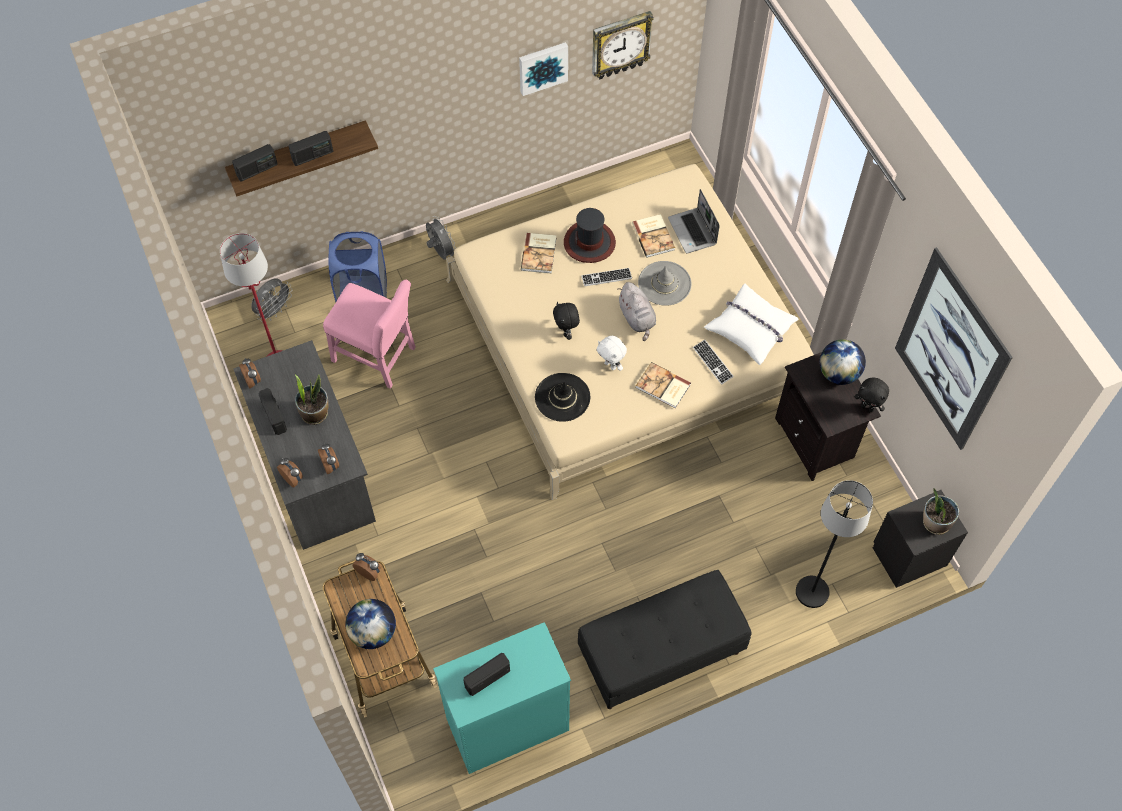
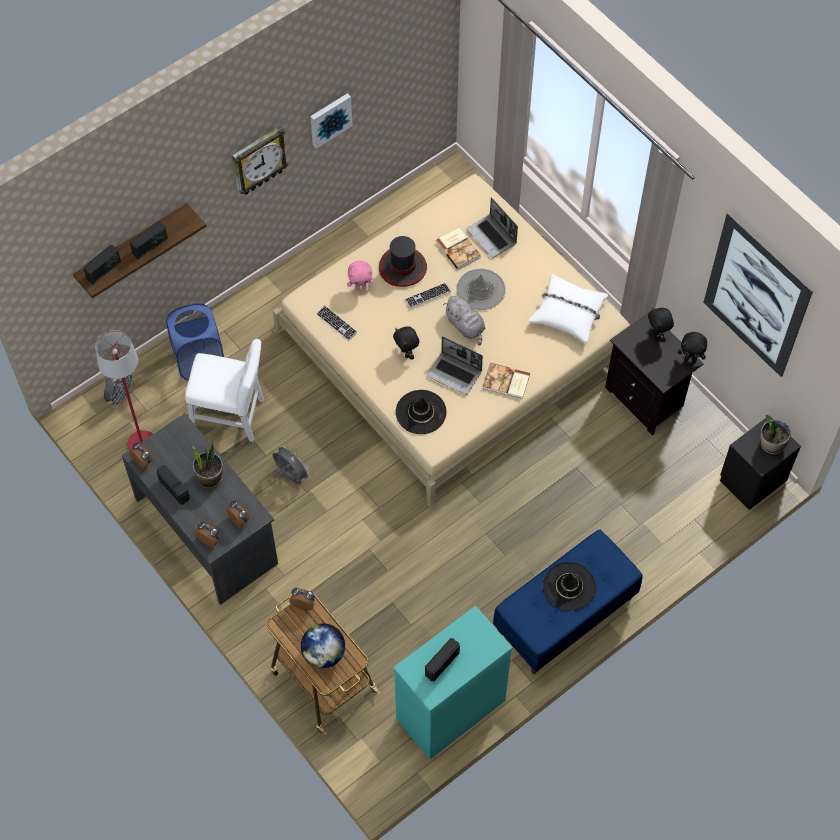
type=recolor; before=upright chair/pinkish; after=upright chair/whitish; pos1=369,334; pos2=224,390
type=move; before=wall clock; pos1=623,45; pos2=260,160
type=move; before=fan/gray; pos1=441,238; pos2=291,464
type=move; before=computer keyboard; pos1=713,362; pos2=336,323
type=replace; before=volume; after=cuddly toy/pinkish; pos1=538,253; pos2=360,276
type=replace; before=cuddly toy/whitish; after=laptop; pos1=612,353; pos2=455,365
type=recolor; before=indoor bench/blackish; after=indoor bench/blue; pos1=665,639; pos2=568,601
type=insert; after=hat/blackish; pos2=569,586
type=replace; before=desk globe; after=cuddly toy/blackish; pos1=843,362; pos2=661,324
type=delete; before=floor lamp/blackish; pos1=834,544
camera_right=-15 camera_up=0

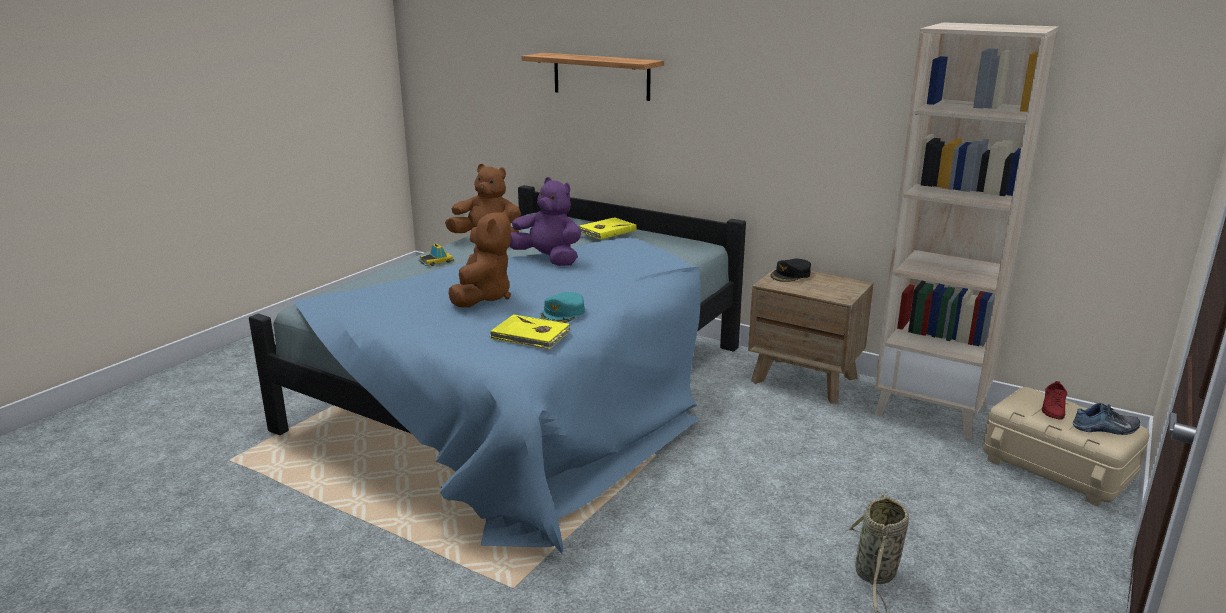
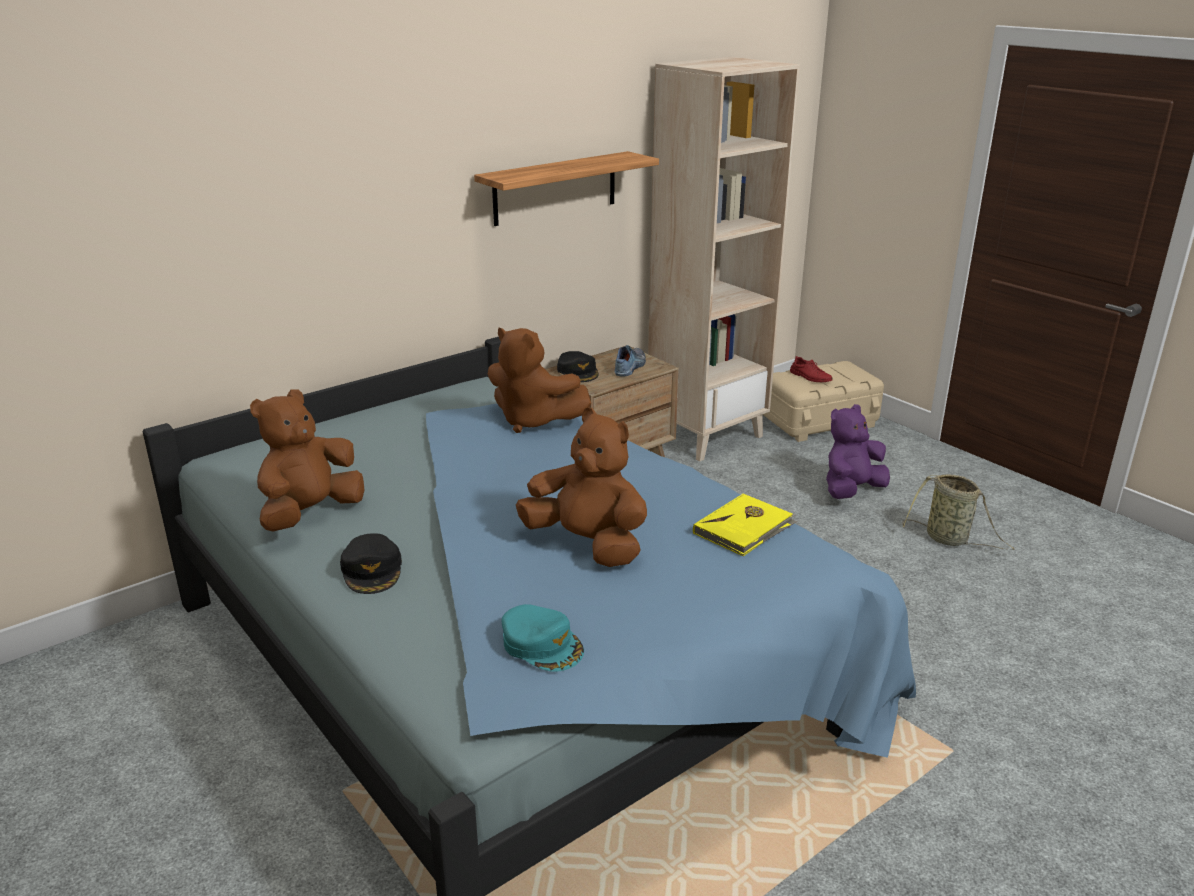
type=replace; before=model car; after=peaked cap/blackish; pos1=436,255; pos2=371,563
type=move; before=wall shelf; pos1=593,77; pos2=566,188
type=insert; after=cuddly toy/brownish; pos2=539,380
type=move; before=peaked cap/turquoise-coloured; pos1=562,307; pos2=543,638
type=move; before=item of footwear; pos1=1106,418; pos2=630,361
type=move; before=cuddly toy/purplish; pos1=545,221; pos2=858,451
type=delete; before=volume/yellow; pos1=607,228
camera_right=-70 camera_up=5

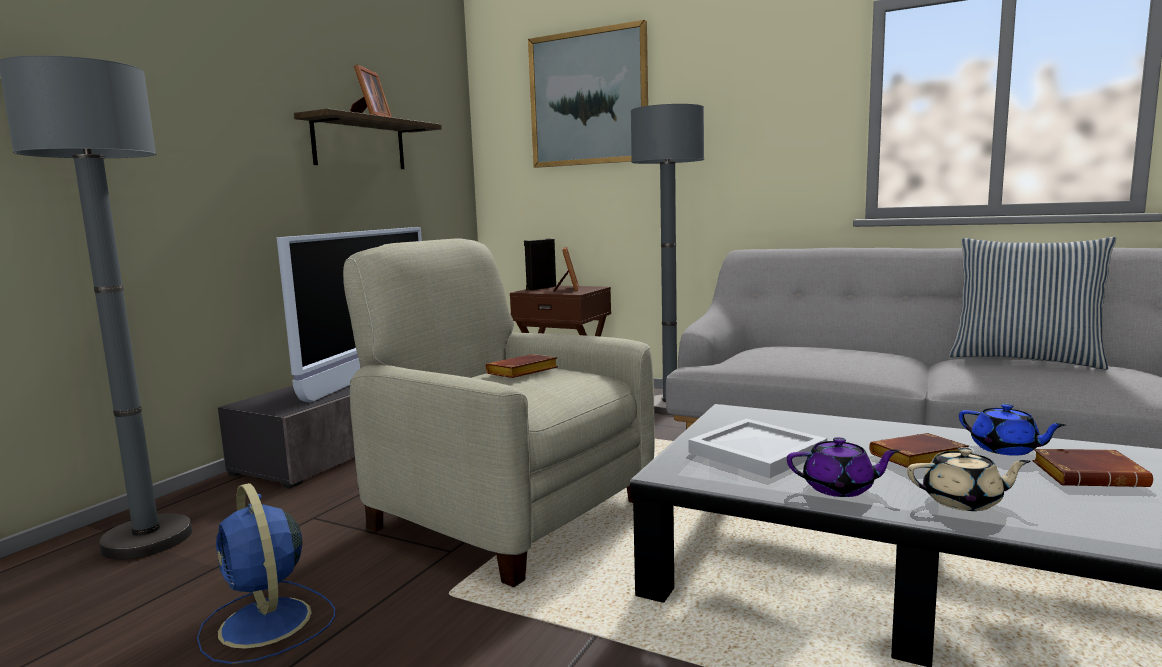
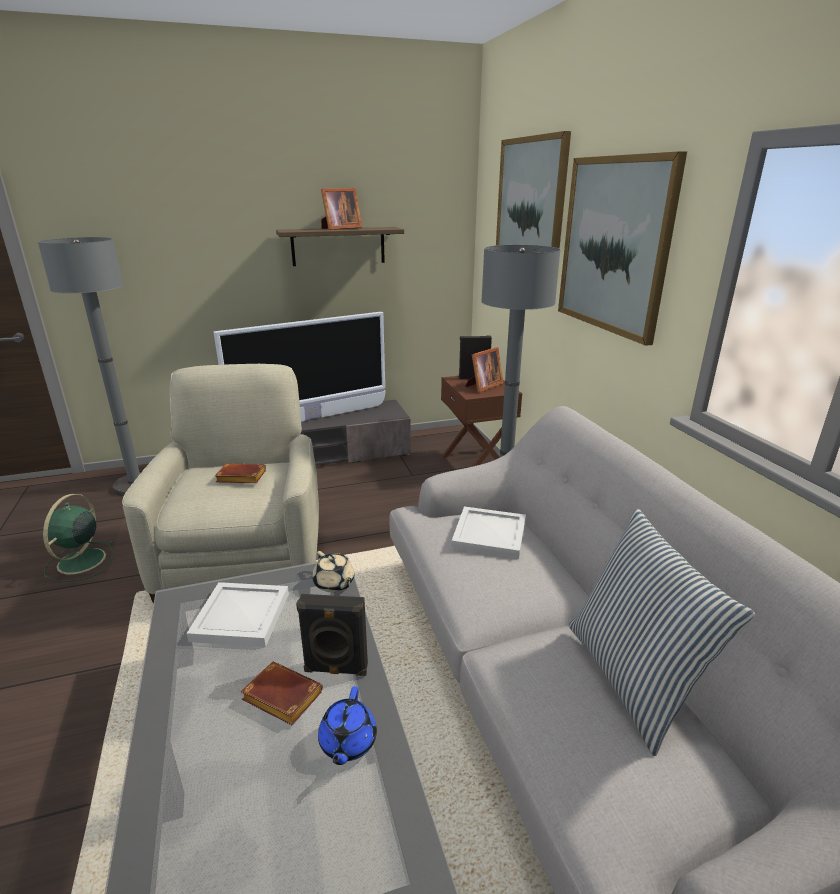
type=recolor; before=fan/blue; after=fan/green-coloured; pos1=266,573; pos2=78,538
type=insert; after=speaker/blackish; pos2=332,635
type=move; before=teapot/beige; pos1=968,479; pos2=333,571
type=insert; after=tray/whitish; pos2=488,532
type=insert; after=picture; pos2=622,248
type=delete; before=teapot/purplish; pos1=843,467
type=delete; before=volume/brownish; pos1=1092,468
camera_right=45 camera_up=15

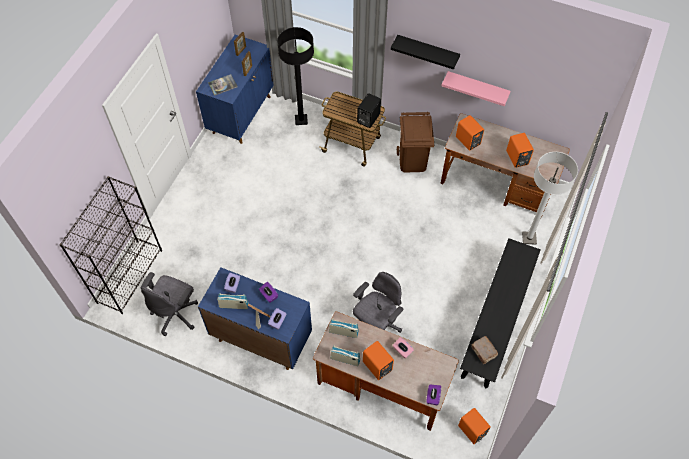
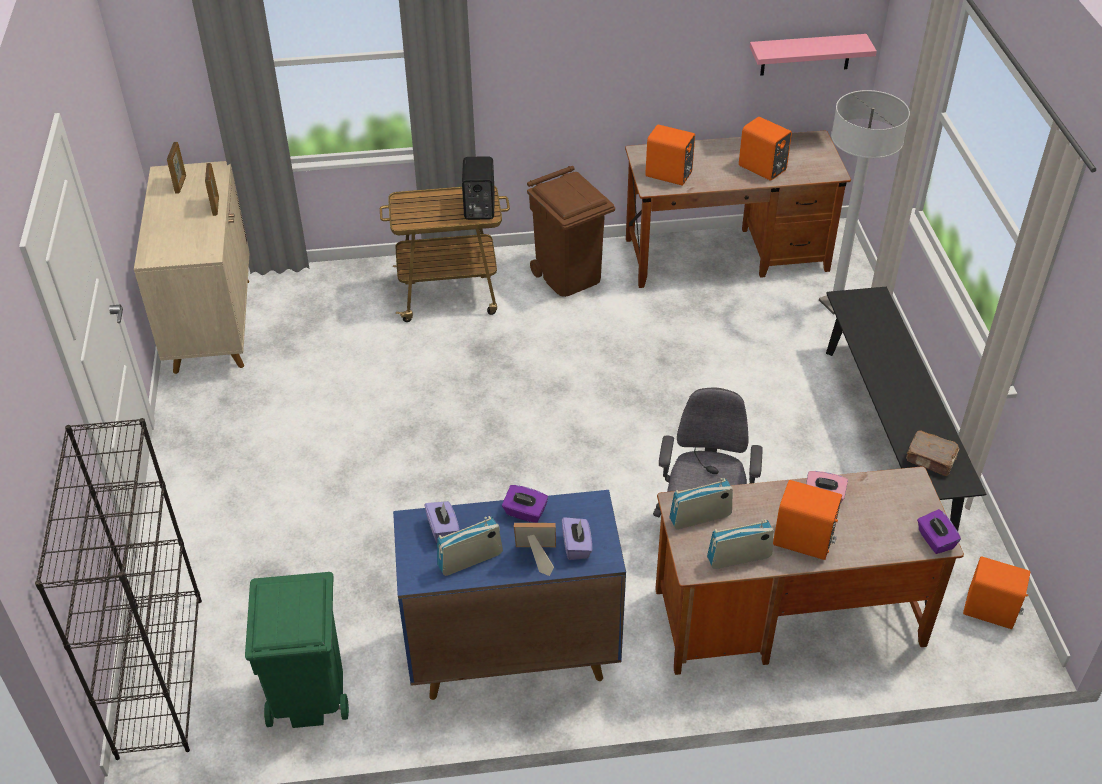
type=recolor; before=storage cabinet/blue; after=storage cabinet/beige; pos1=235,89; pos2=192,267
type=replace; before=computer chair/gray; after=trash can/green-coloured; pos1=169,304; pos2=297,650
type=move; before=wall shelf/pinkish; pos1=476,88; pos2=813,55
type=delete; before=volume; pos1=222,85
type=delete; before=floor lamp/blackish; pos1=295,76
type=delete; before=wall shelf/blackish; pos1=425,52
camera_right=-30 camera_up=-15

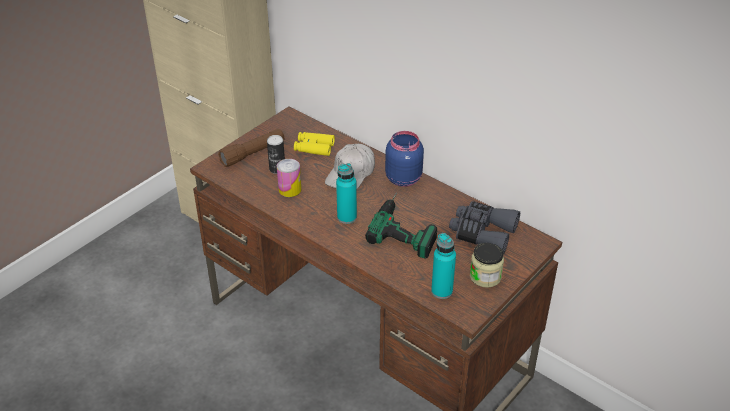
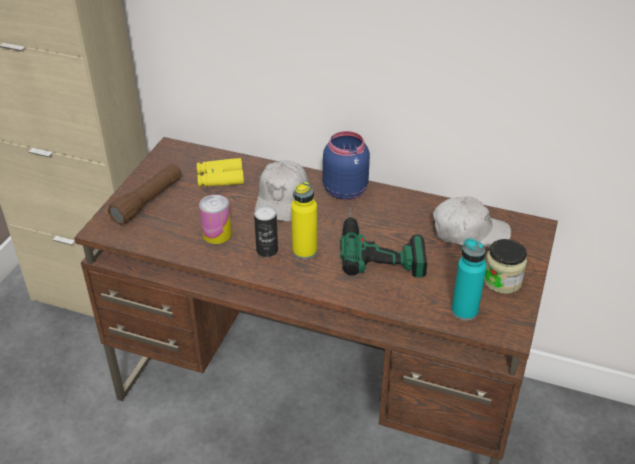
type=move; before=sealed can; pos1=276,154; pos2=266,231
type=recolor; before=bottle/turquoise-coloured; after=bottle/yellow; pos1=346,193; pos2=304,220
type=replace; before=pair of binoculars/gray; after=peaked cap/whitish; pos1=484,228; pos2=472,222
camera_right=-20 camera_up=0

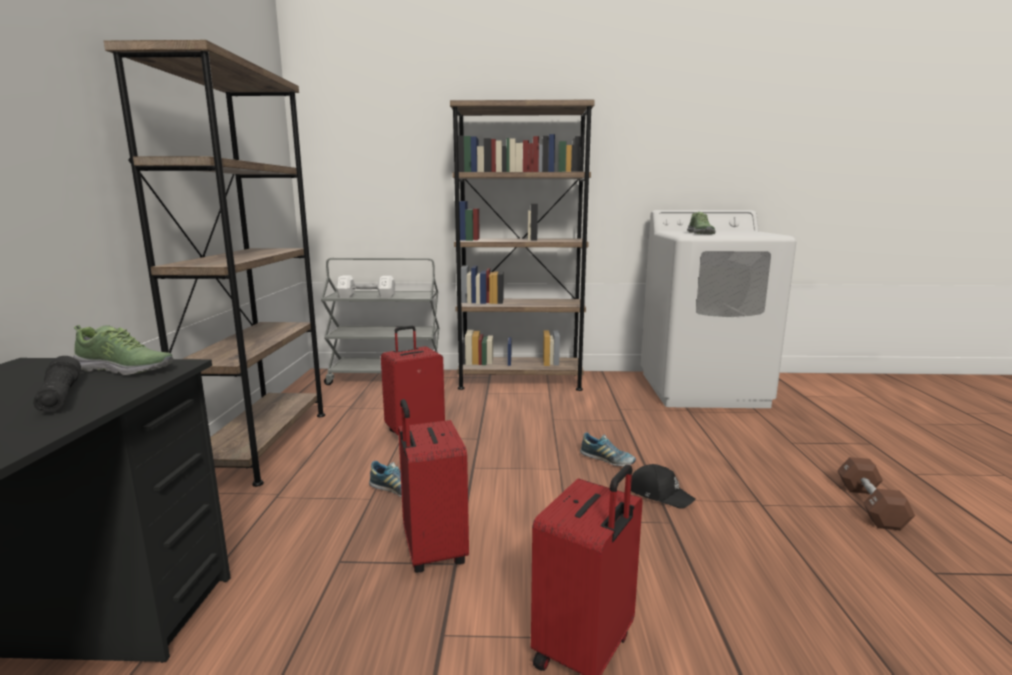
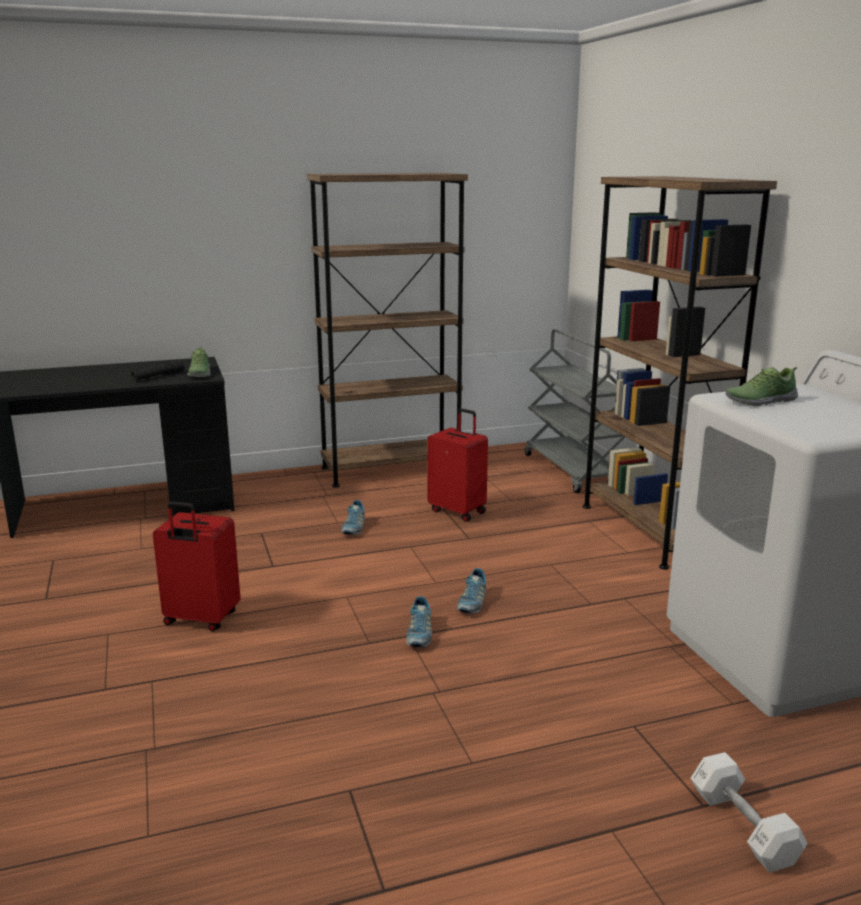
type=replace; before=peaked cap/blackish; after=item of footwear; pos1=663,486; pos2=419,621
type=move; before=dumbbell/whitish; pos1=365,287; pos2=748,812
type=delete; before=travel case/reddish; pos1=433,486
type=delete; before=dumbbell/brownish; pos1=876,493
camera_right=70 camera_up=5

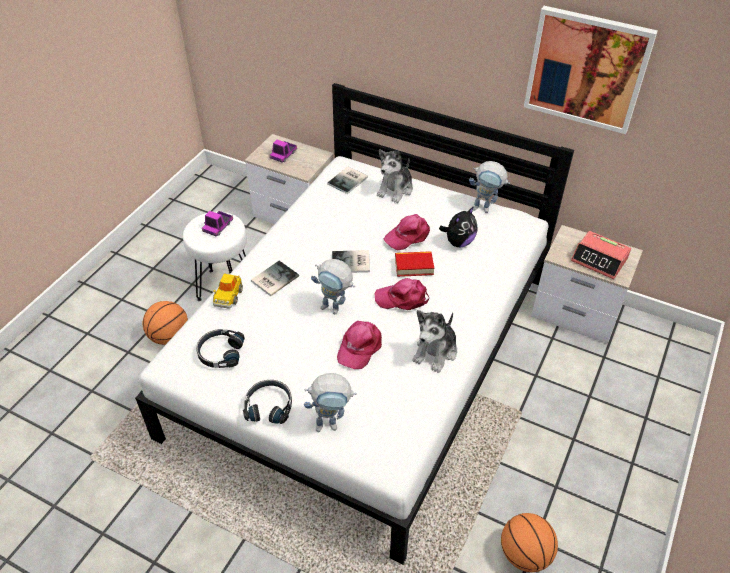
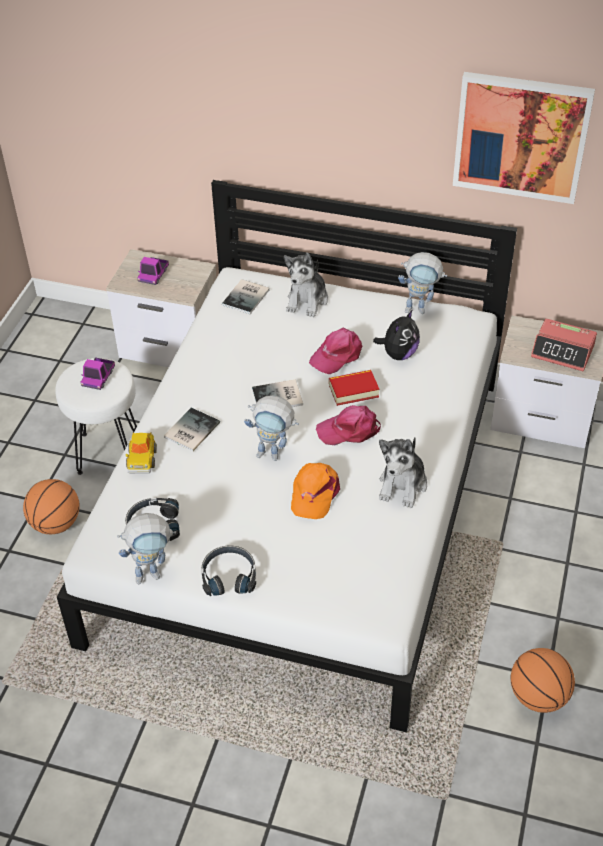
type=move; before=toy robot; pos1=330,402; pos2=146,548
type=recolor; before=peaked cap/pinkish; after=peaked cap/orangey; pos1=359,345; pos2=315,491
camera_right=-10 camera_up=0

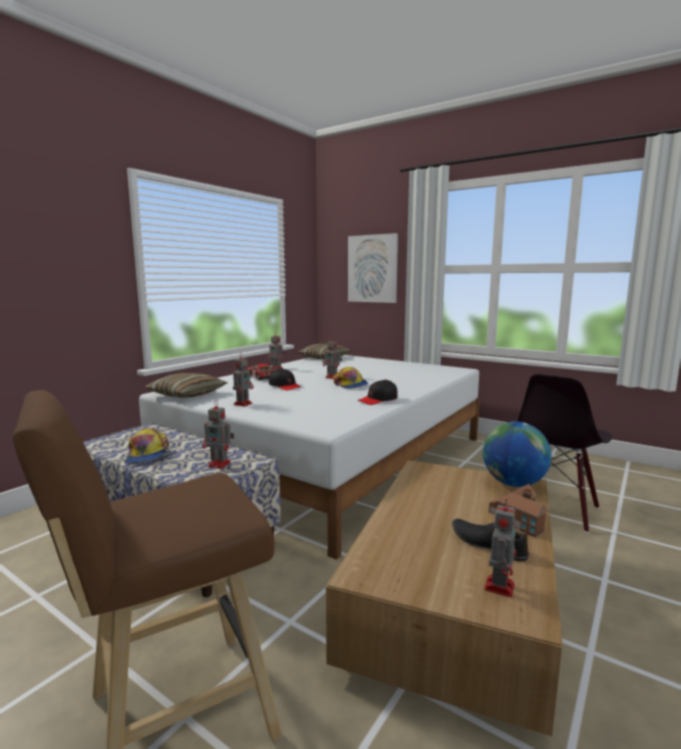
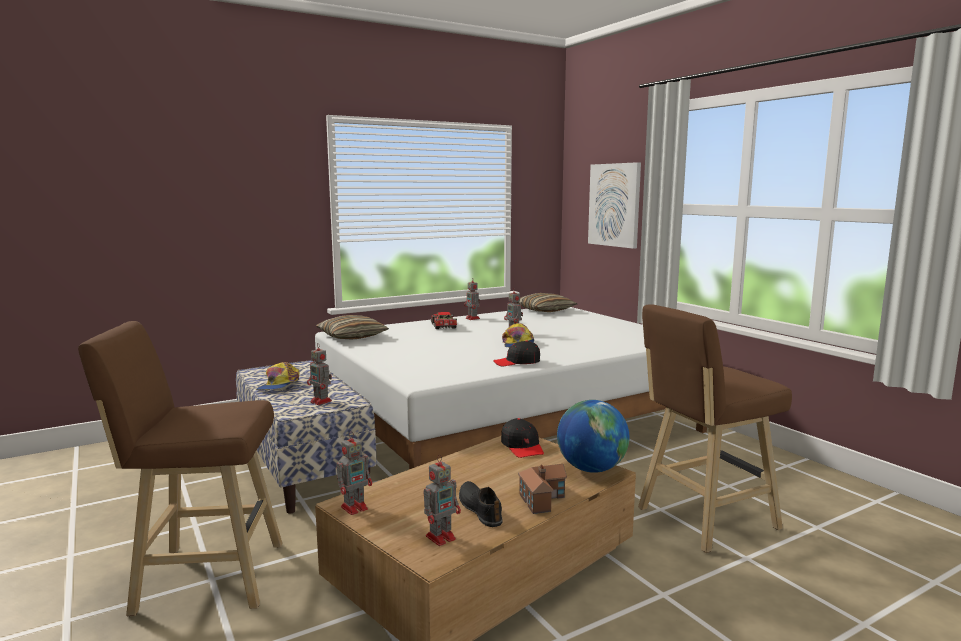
type=move; before=toy robot; pos1=243,380; pos2=354,473
type=move; before=peaked cap/blackish; pos1=285,379; pos2=522,438
type=replace; before=upright chair/blackish; after=stool/brownish; pos1=565,453; pos2=715,429
camera_right=25 camera_up=0

